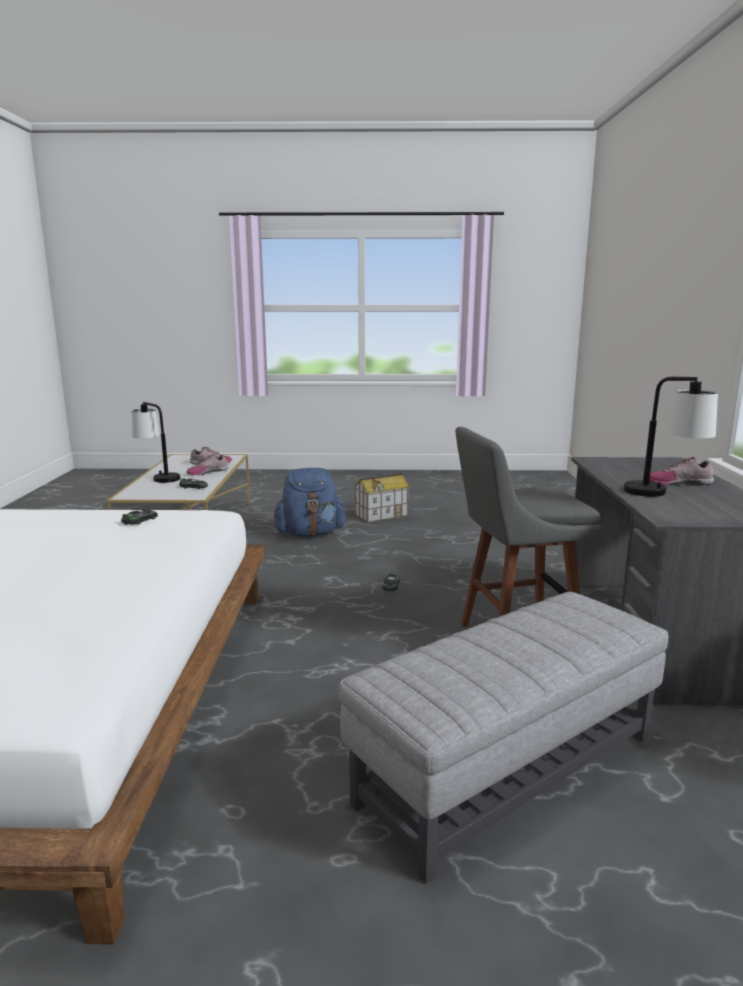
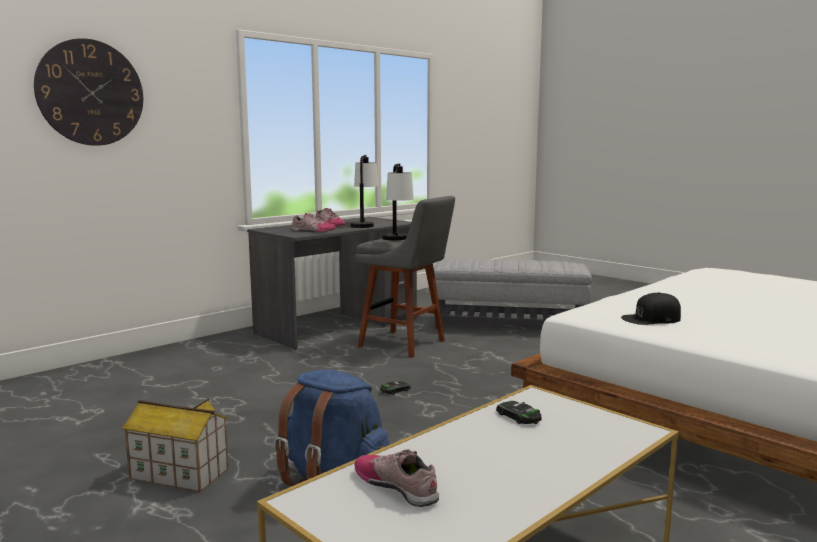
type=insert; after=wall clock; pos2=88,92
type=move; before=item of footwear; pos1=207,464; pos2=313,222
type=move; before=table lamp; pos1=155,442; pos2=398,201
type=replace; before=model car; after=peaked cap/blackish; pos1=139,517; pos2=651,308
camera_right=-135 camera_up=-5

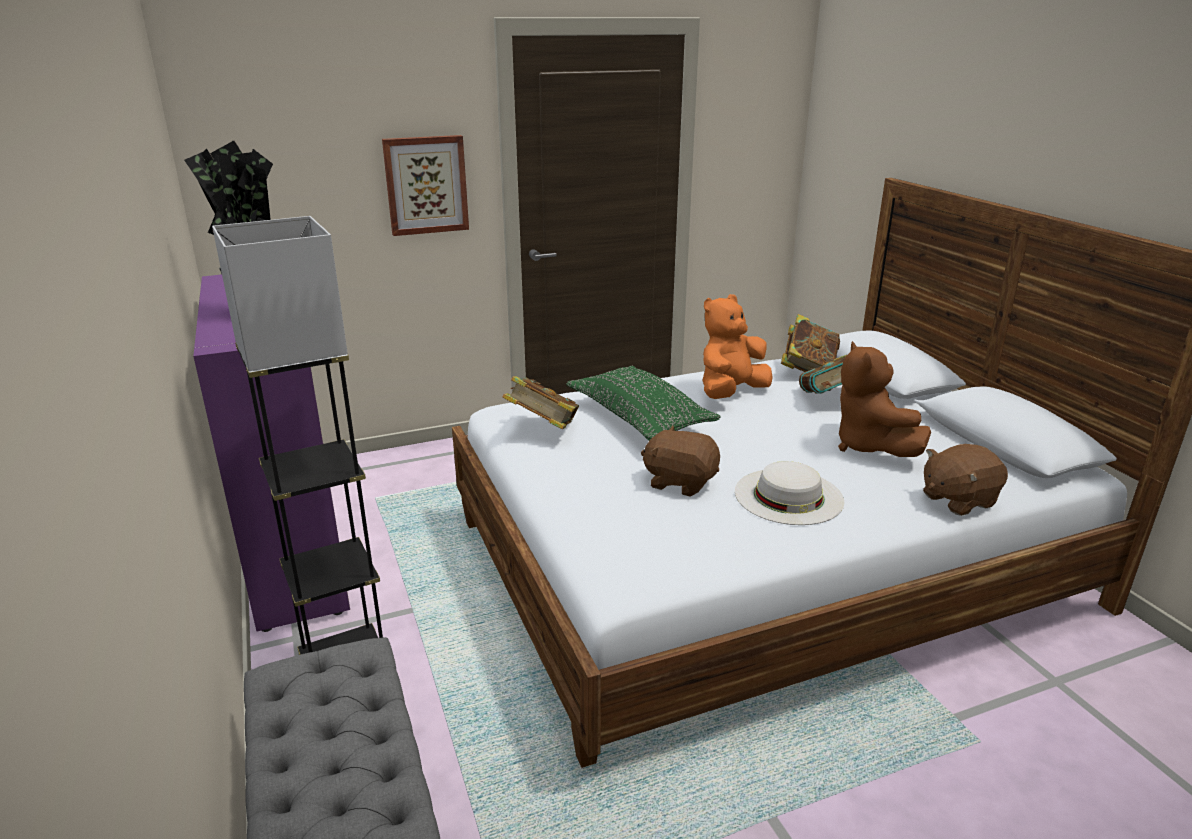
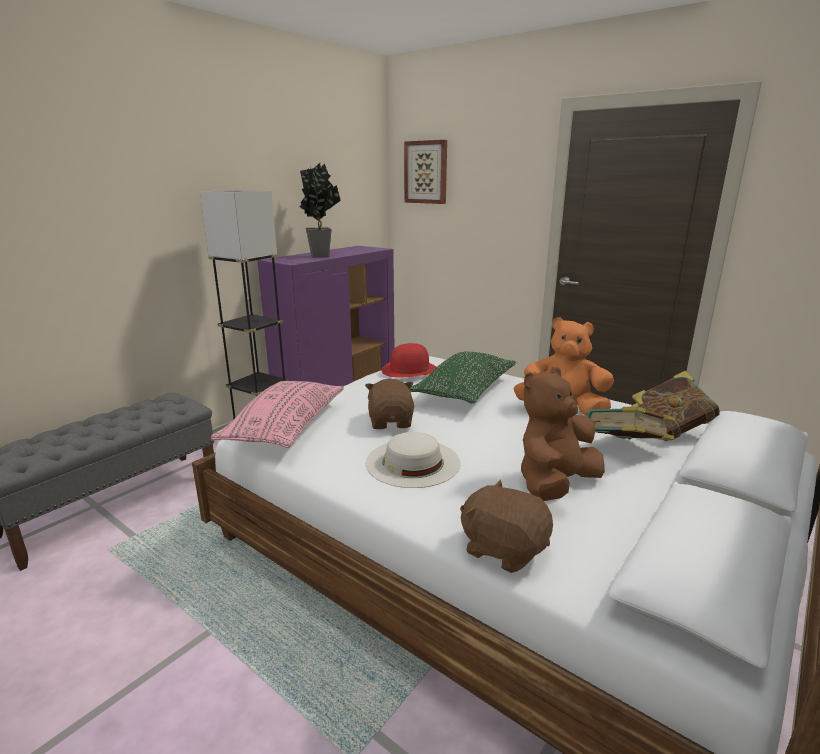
type=insert; after=cushion/pinkish; pos2=277,414
type=replace; before=volume; after=hat/reddish; pos1=541,402; pos2=408,360
type=move; before=picture; pos1=425,185; pos2=425,172
camera_right=60 camera_up=-5

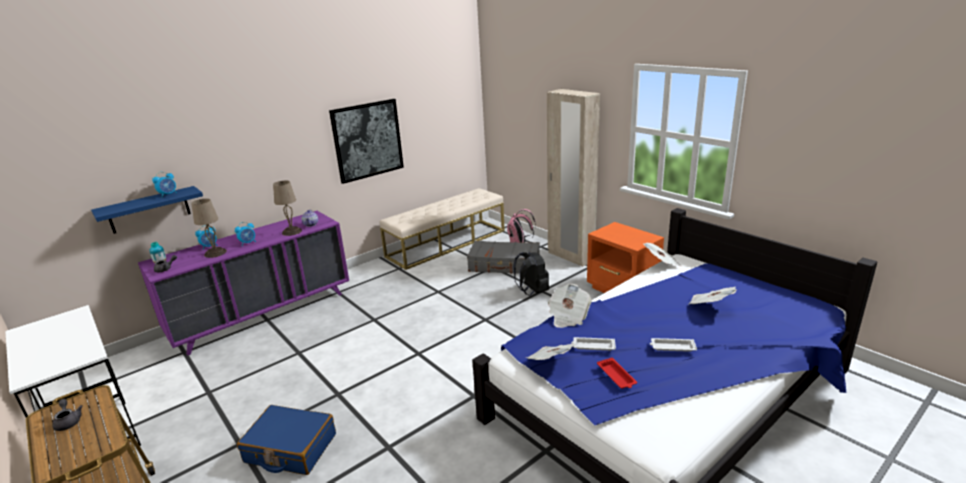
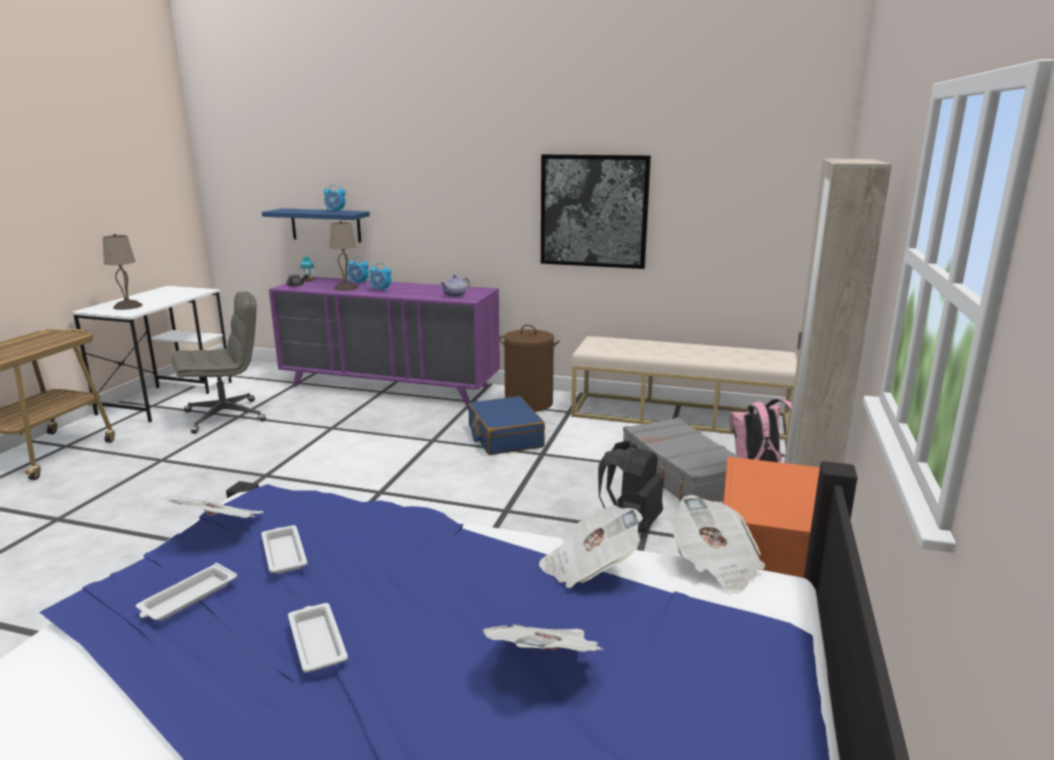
type=move; before=table lamp/beige; pos1=287,208; pos2=123,272
type=recolor; before=tray/reddish; after=tray/whitish; pos1=617,373; pos2=186,592
type=insert; after=computer chair/gray; pos2=218,362
type=move; before=travel case/blue; pos1=286,440; pos2=506,425
type=insert; after=laundry basket/brownish; pos2=529,368
type=move; before=newspaper; pos1=570,306; pos2=591,546
type=delete; before=teapot/gray; pos1=67,415
camera_right=55 camera_up=-5

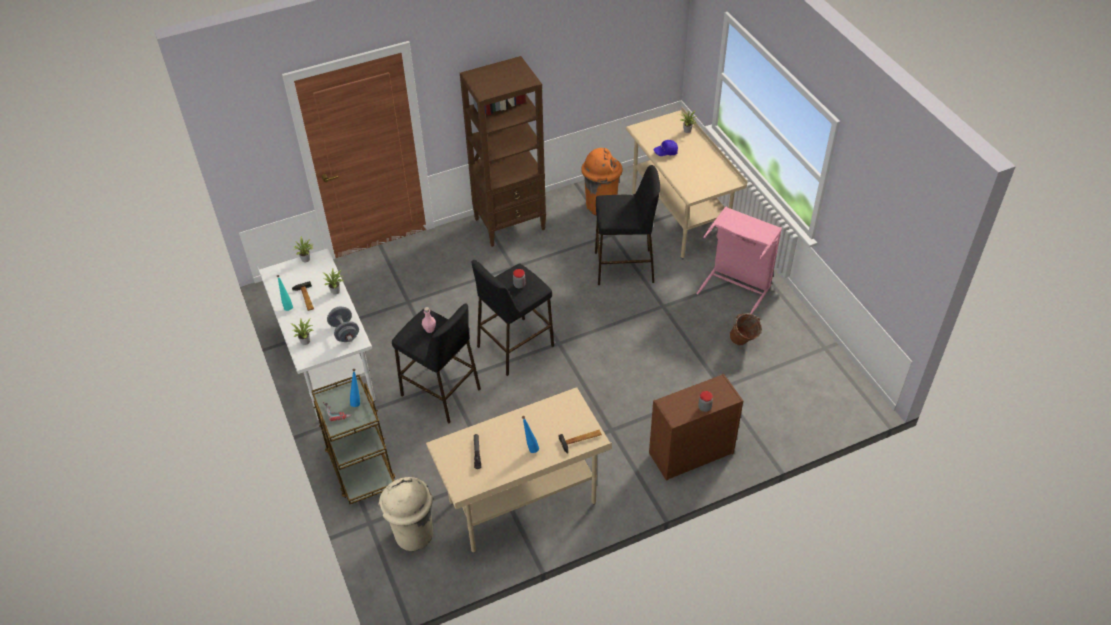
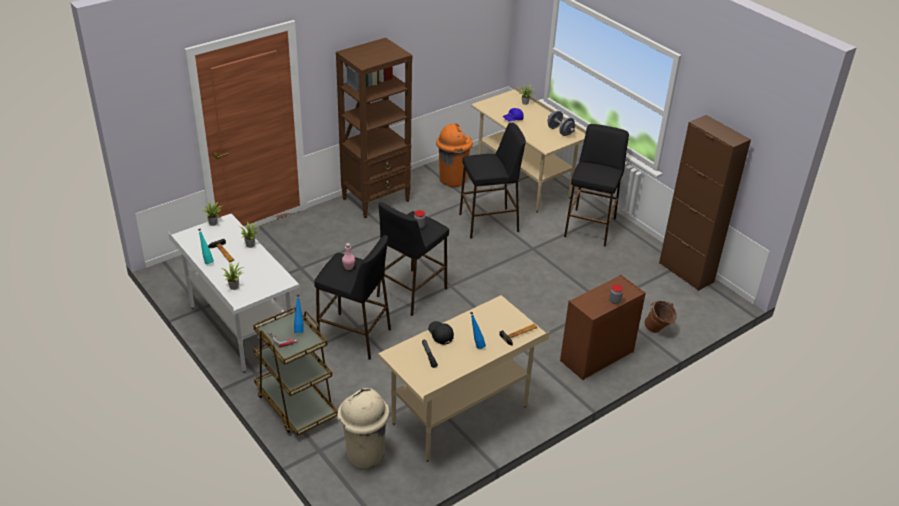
type=insert; after=peaked cap/blackish; pos2=441,333
type=move; before=dumbbell/gray; pos1=343,324; pos2=561,123
type=replace; before=laundry basket/pinkish; after=stool/blackish; pos1=739,260; pos2=596,185
type=move; before=bucket/brownish; pos1=745,329; pos2=660,316
type=insert; after=storage cabinet/brownish; pos2=705,203
camera_right=-15 camera_up=-10

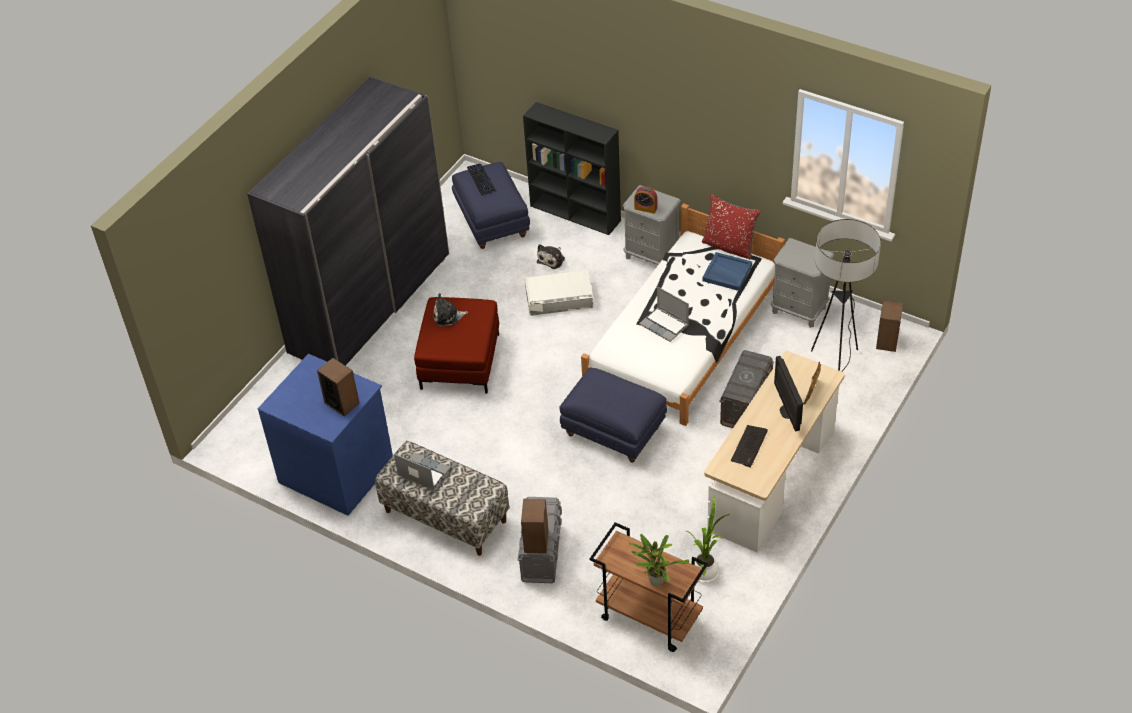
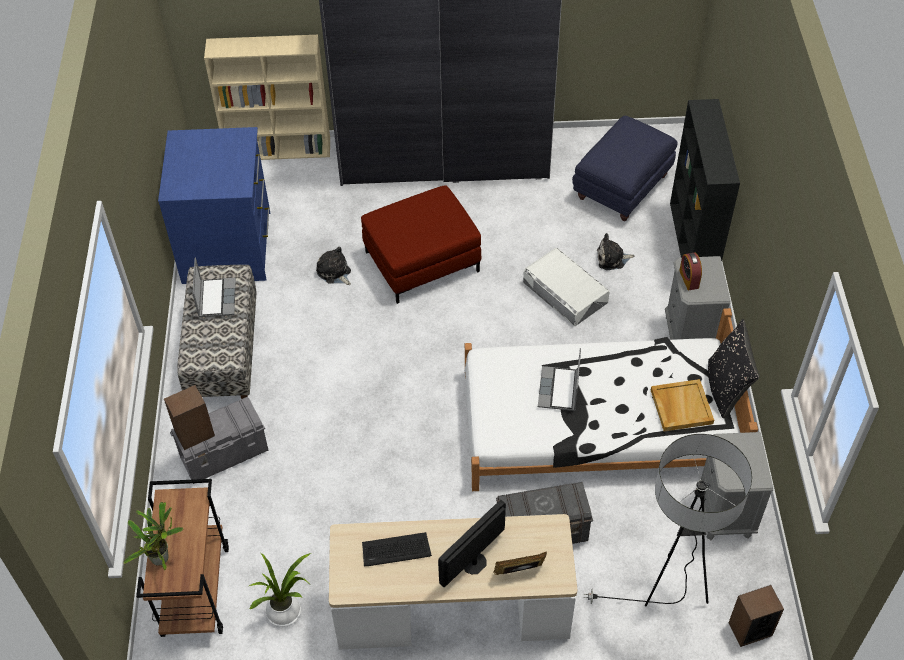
type=insert; after=shelving unit/beige; pos2=267,97
type=move; before=cuddly toy; pos1=450,309; pos2=333,266
type=recolor; before=tray/blue; after=tray/beige; pos1=727,271; pos2=682,405
type=recolor; before=cushion/reddish; after=cushion/blackish; pos1=731,226; pos2=734,368
type=delete; before=speaker; pos1=338,387
type=delete; before=computer keyboard; pos1=481,179
type=delete; before=ottoman/blue; pos1=613,415
camera_right=55 camera_up=5

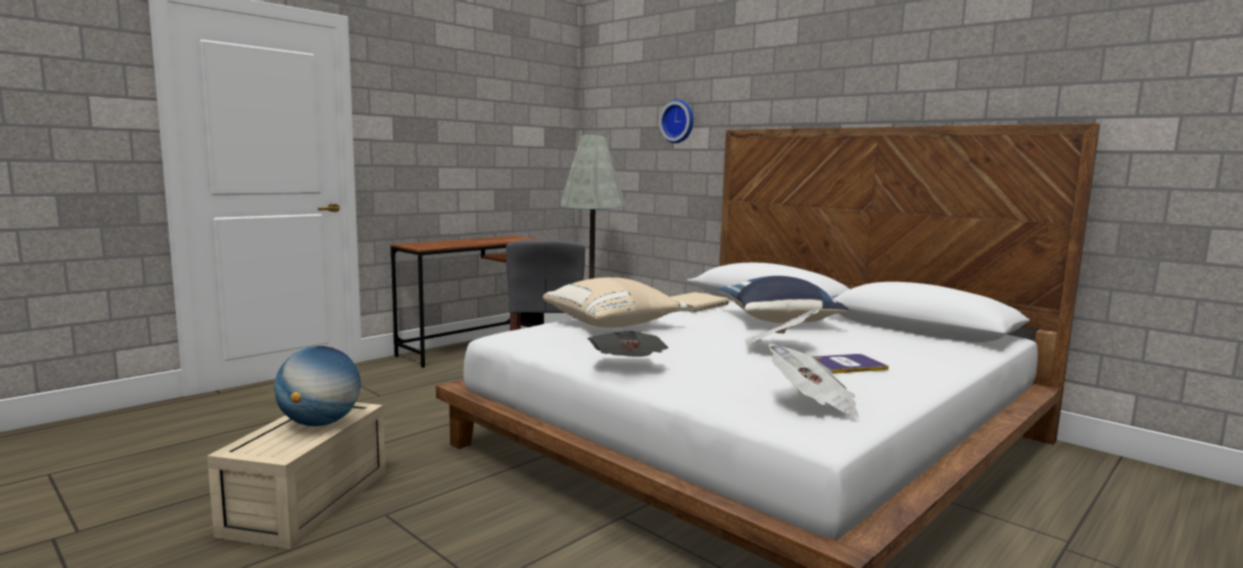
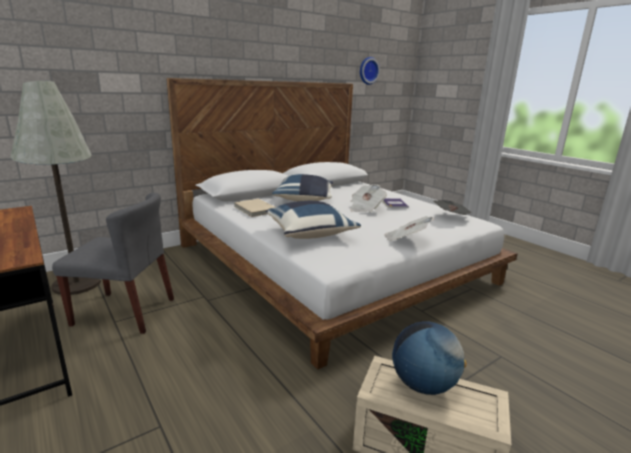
type=recolor; before=cushion/beige; after=cushion/blue; pos1=615,302; pos2=313,220
type=move; before=wall clock; pos1=676,121; pos2=370,71
camera_right=-80 camera_up=10

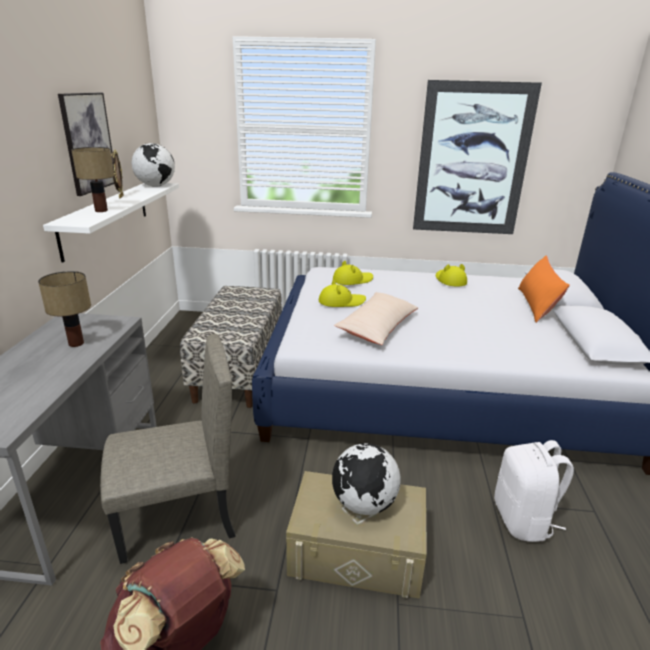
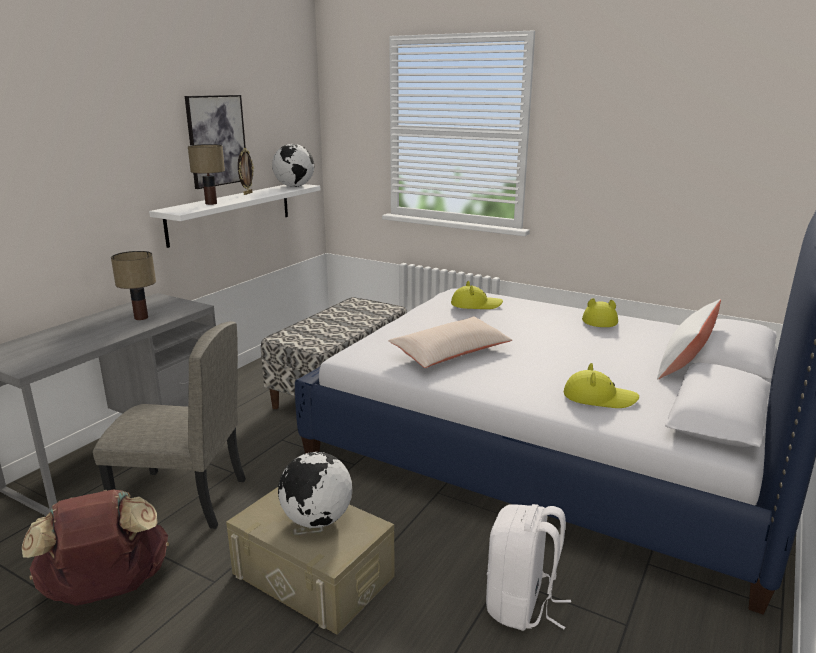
type=move; before=hat/yellow; pos1=342,293; pos2=601,385
type=recolor; before=cushion/orangey; after=cushion/whitish; pos1=544,289; pos2=689,339
type=delete; before=picture; pos1=477,157
camera_right=25 camera_up=-5

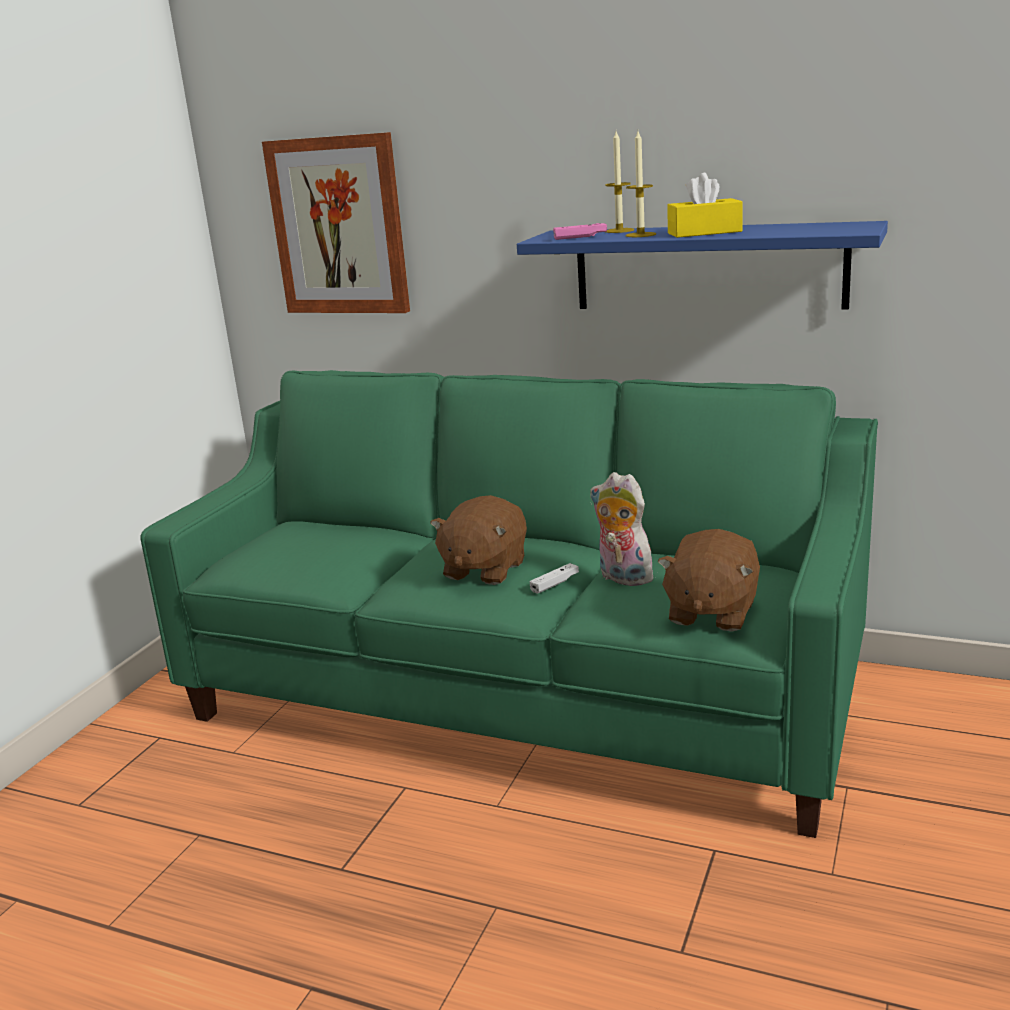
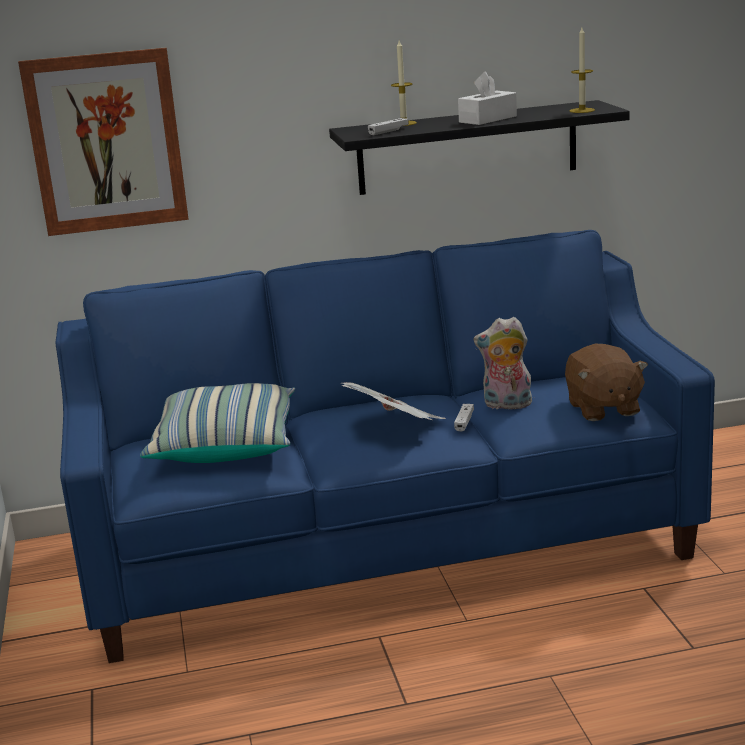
type=recolor; before=couch/green-coloured; after=couch/blue; pos1=509,604; pos2=385,446
type=insert; after=cushion; pos2=217,423
type=recolor; before=wall shelf/blue; after=wall shelf/blackish; pos1=702,265; pos2=479,147
type=replace; before=cuddly toy/brownish; after=newspaper; pos1=478,540; pos2=393,401
type=recolor; before=game controller/pinkish; after=game controller/whitish; pos1=580,231; pos2=388,126
type=recolor; before=tissue box/yellow; after=tissue box/whitish; pos1=705,205; pos2=487,98
type=move; before=wax light; pos1=640,184; pos2=582,70
camera_right=-35 camera_up=0

